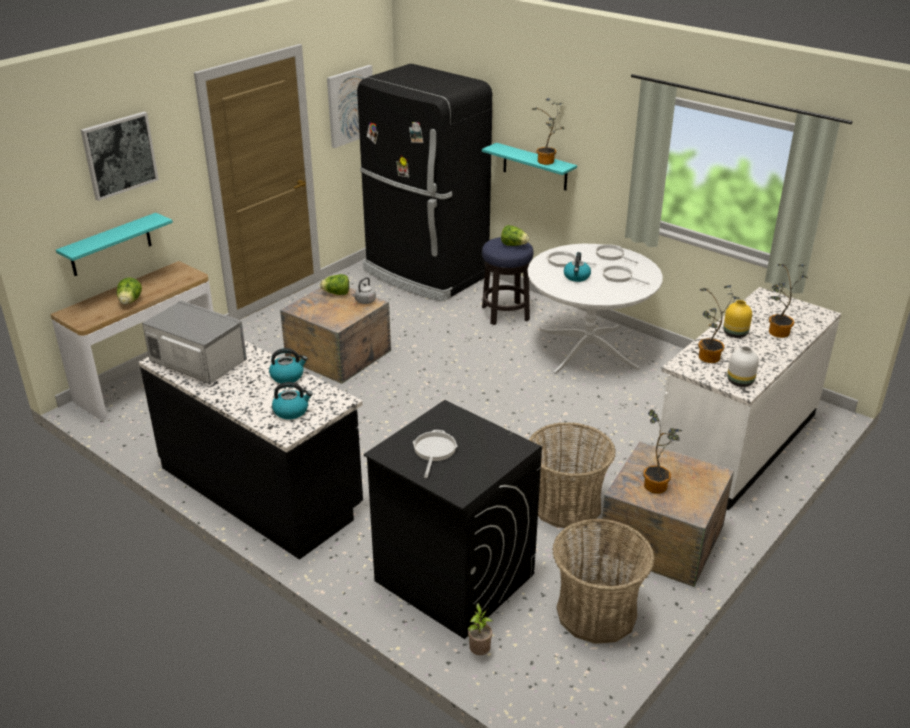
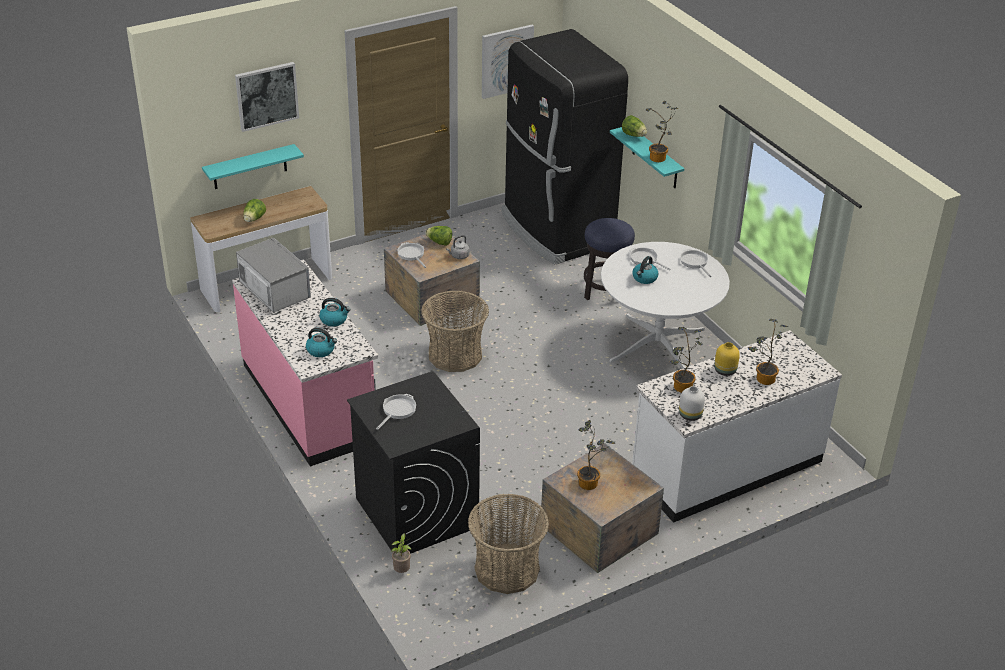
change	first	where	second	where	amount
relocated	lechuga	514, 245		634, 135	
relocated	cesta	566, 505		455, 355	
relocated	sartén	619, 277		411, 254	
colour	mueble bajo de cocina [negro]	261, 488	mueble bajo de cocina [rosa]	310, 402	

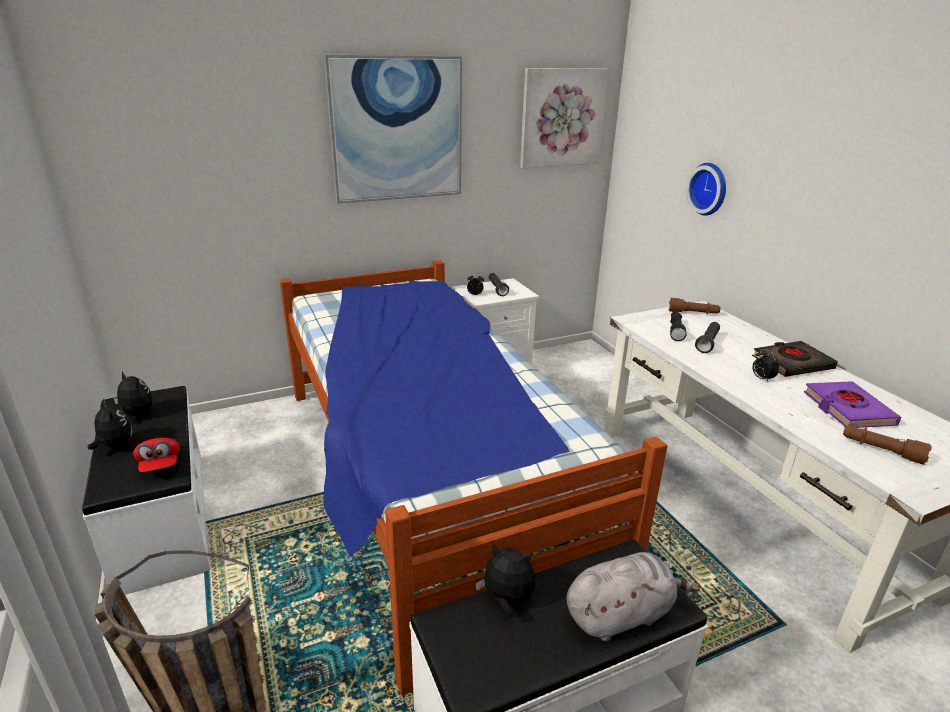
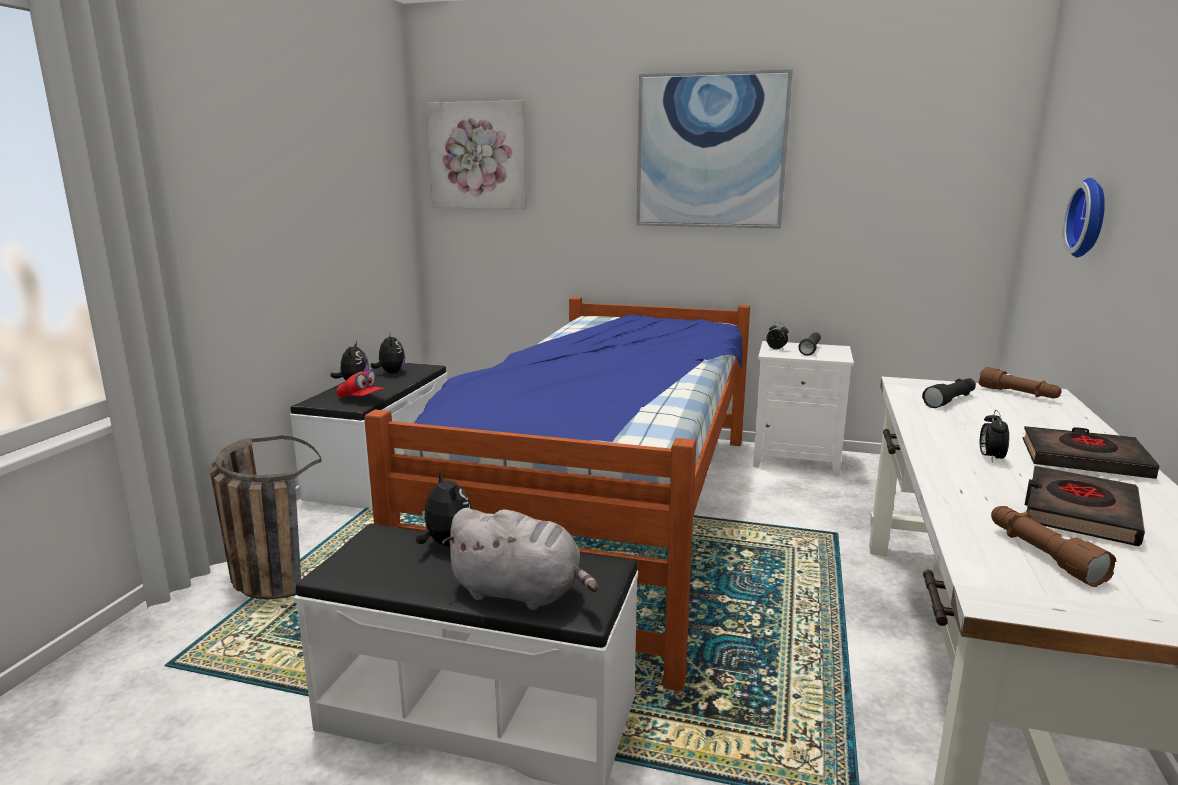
change	first	where	second	where	amount
missing	linterna [negro]	707, 343			
relocated	cuadro	561, 118		478, 156	
colour	libro [morado]	847, 409	libro [negro]	1079, 513	
spun	gorra [rojo]	160, 465		361, 399	75 degrees counterclockwise

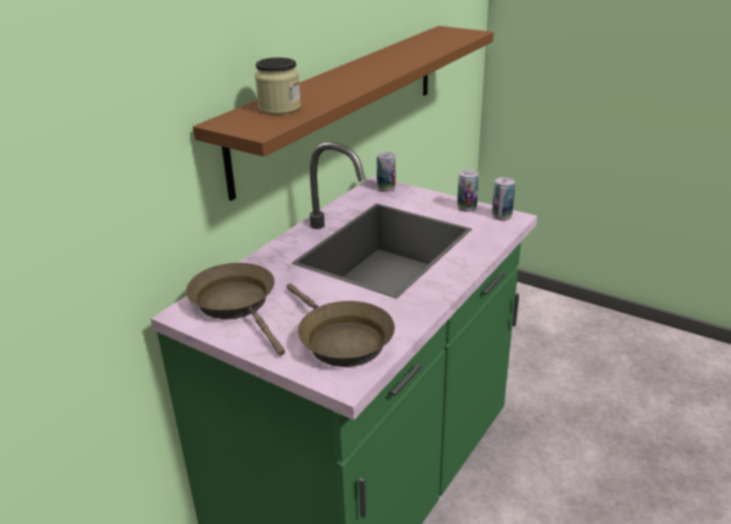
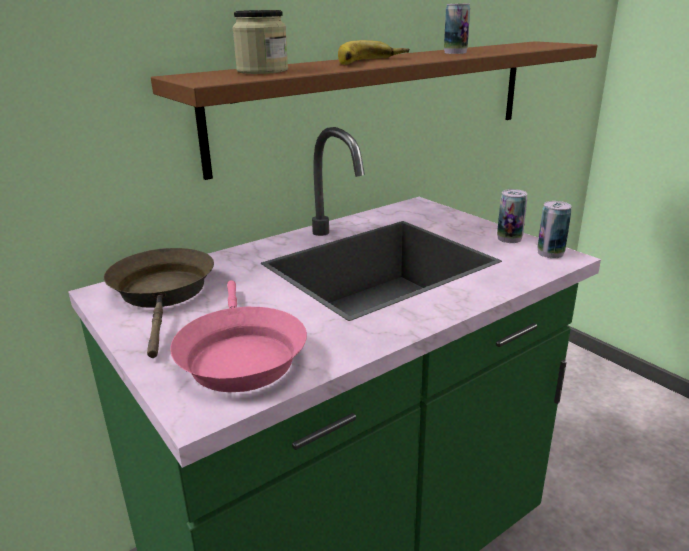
change	first	where	second	where	amount
appeared			plátano	371, 61	
relocated	lata	386, 188		455, 52	
colour	sartén [marrón]	341, 340	sartén [rosa]	239, 355	

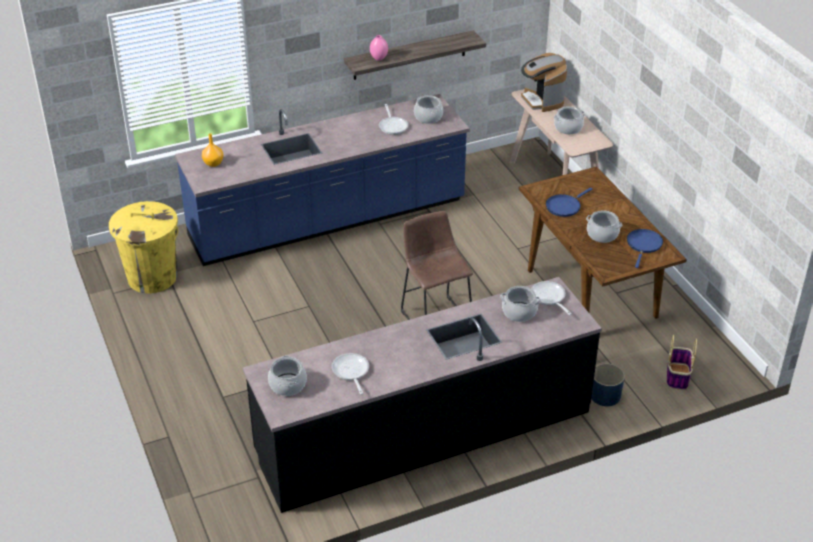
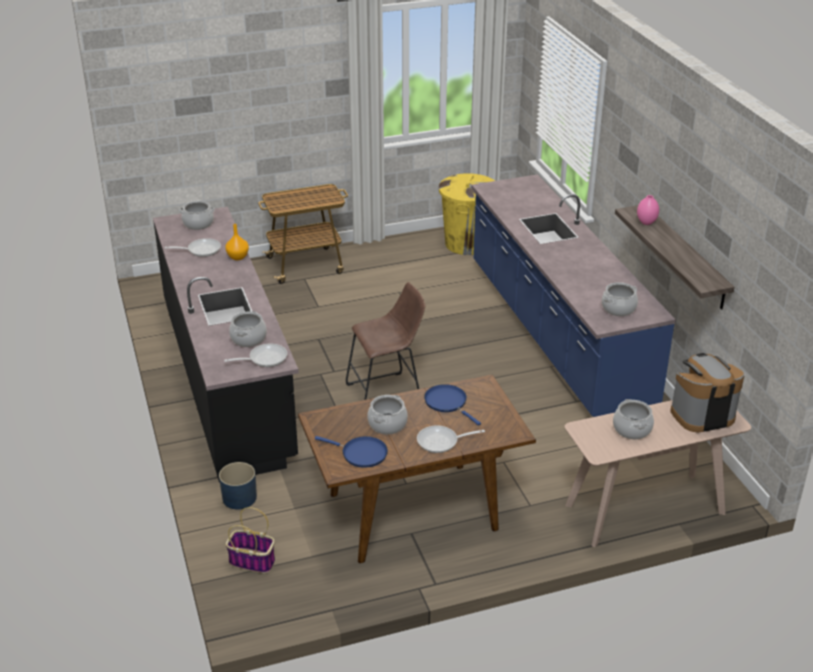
change	first	where	second	where	amount
appeared			carrito	306, 265	
relocated	florero [naranja]	214, 163		237, 257	
relocated	sartén	393, 126		441, 442	

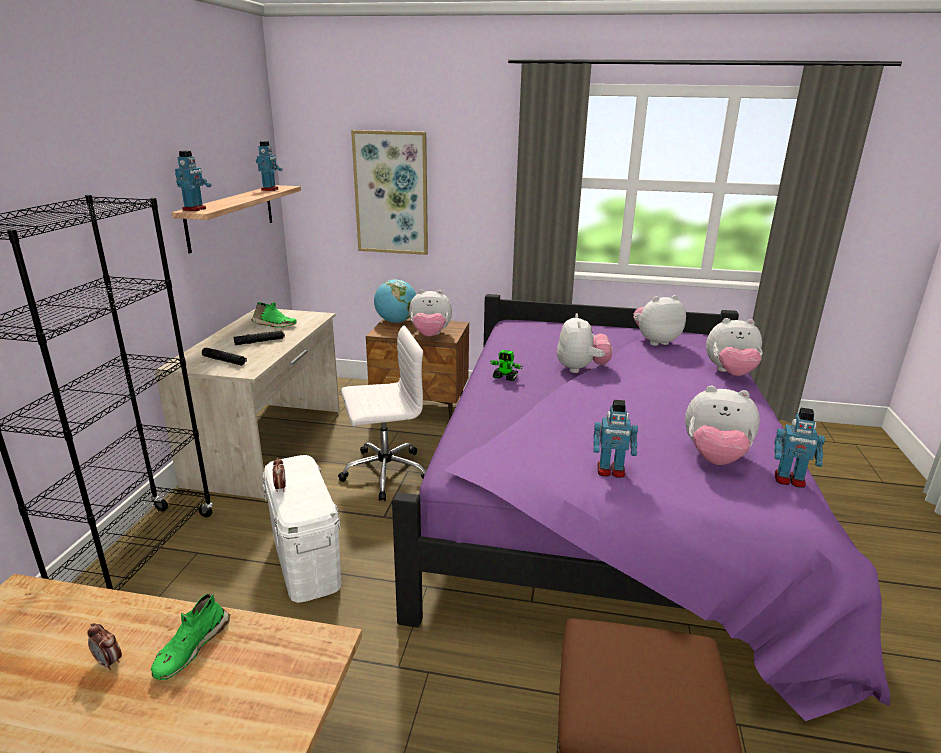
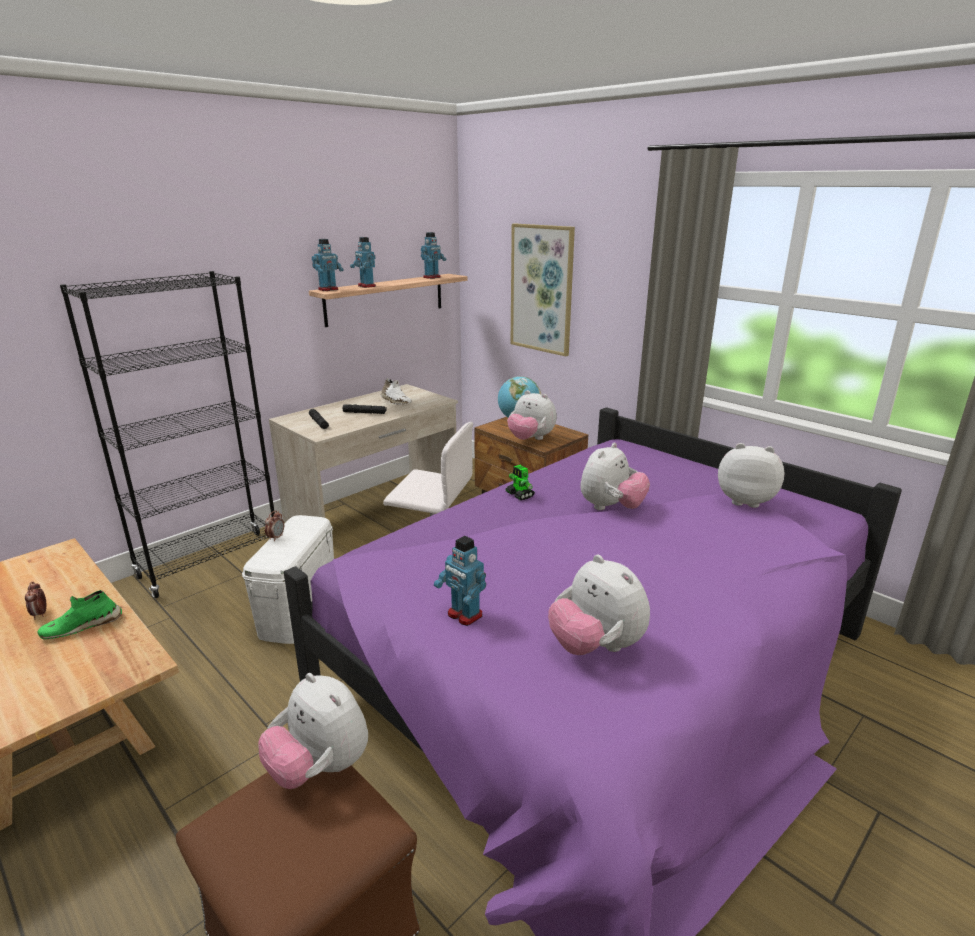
change	first	where	second	where	amount
relocated	peluche	730, 373		320, 768	
relocated	robot de juguete	789, 480		366, 286	
colour	zapato [verde]	274, 325	zapato [blanco]	395, 401	

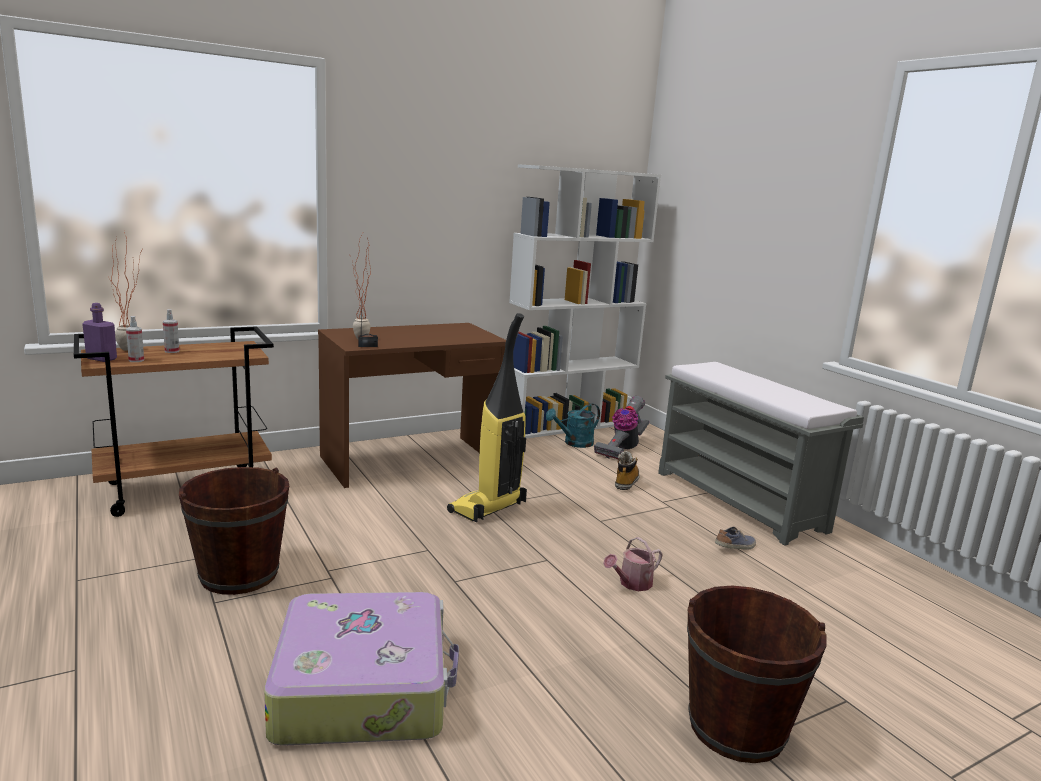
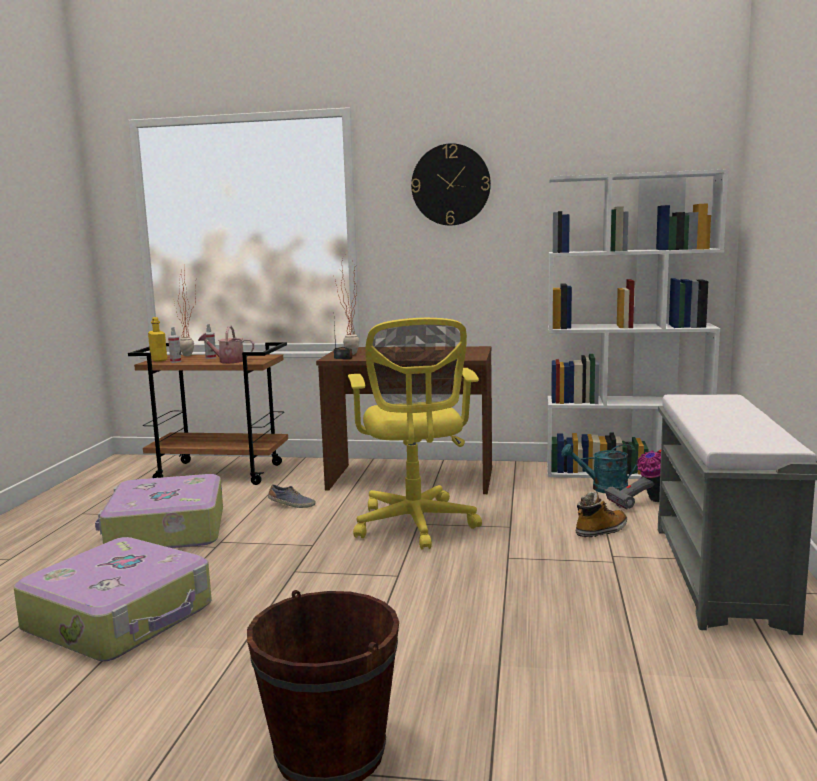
change	first	where	second	where	amount
appeared			reloj de pared	450, 185	
relocated	regadera	632, 583		228, 361	
relocated	zapato	735, 547		291, 505	
exchanged	cubo [marrón]	239, 574	maleta	165, 531	
exchanged	aspiradora	488, 508	silla de oficina [amarillo]	415, 526	
colour	botella [morado]	101, 359	botella [amarillo]	159, 360	

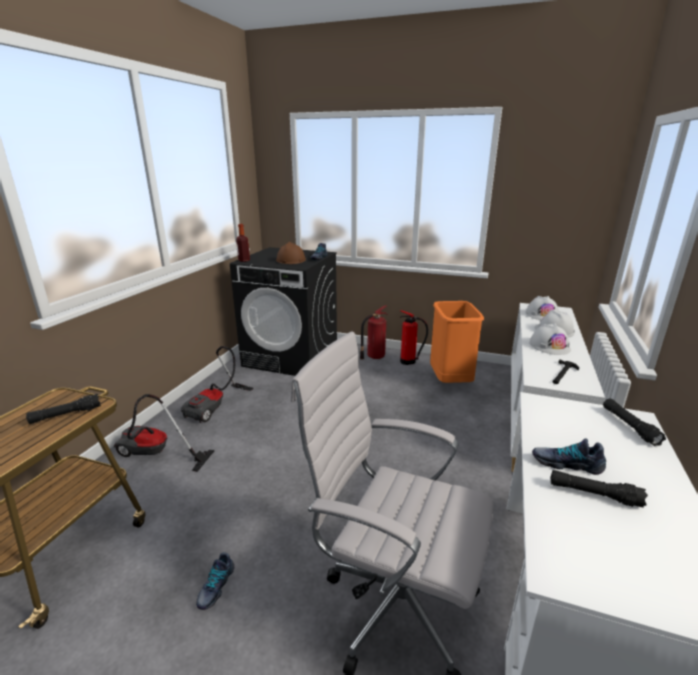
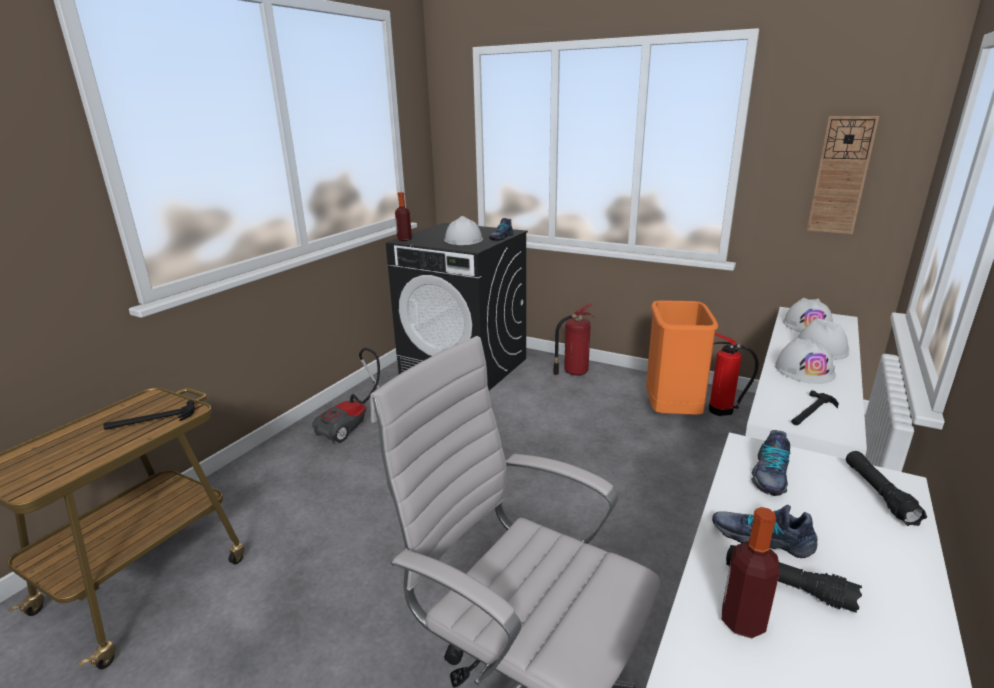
change	first	where	second	where	amount
missing	aspiradora	155, 455			
appeared			botella	742, 621	
appeared			reloj de pared	841, 176	
relocated	zapato	215, 586		769, 475	
relocated	extintor	409, 362		723, 411	
exchanged	linterna [negro]	66, 415	martillo	151, 420	
colour	casco [marrón]	290, 260	casco [blanco]	463, 240	

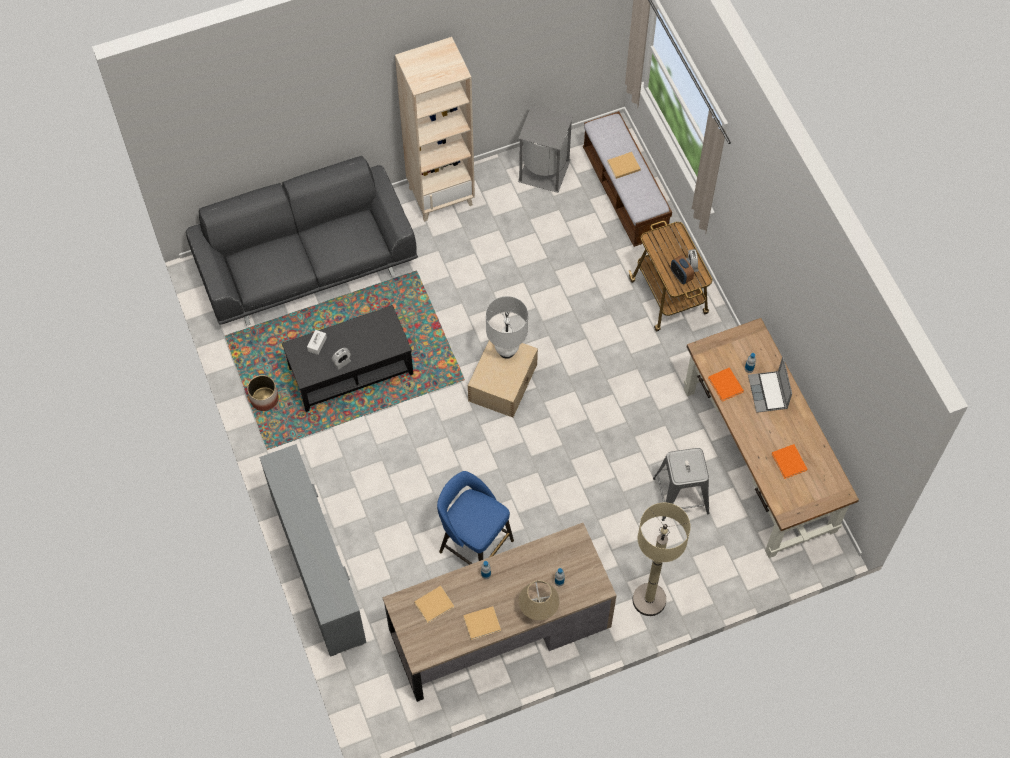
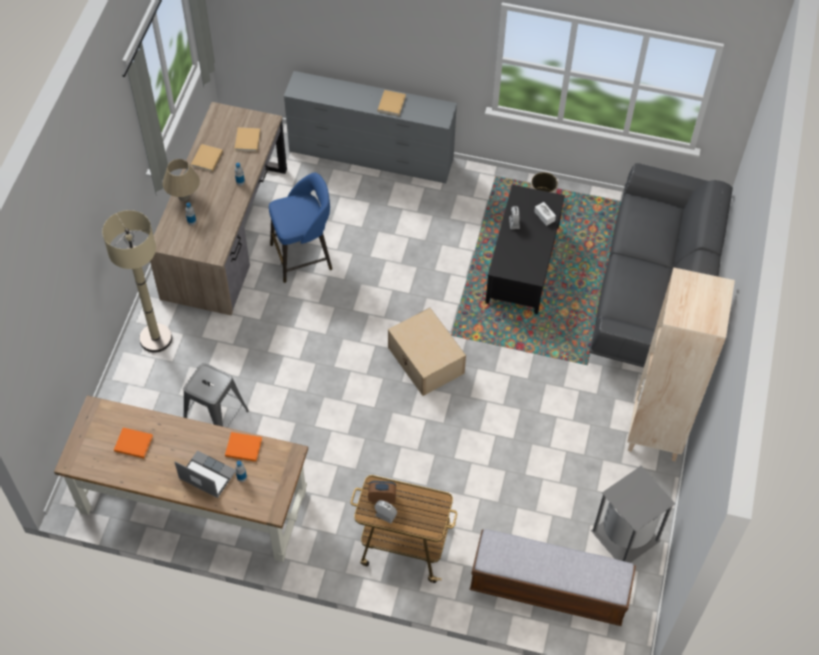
change	first	where	second	where	amount
missing	lámpara de mesa [blanco]	507, 351			
relocated	libro [beis]	622, 166		392, 103	

